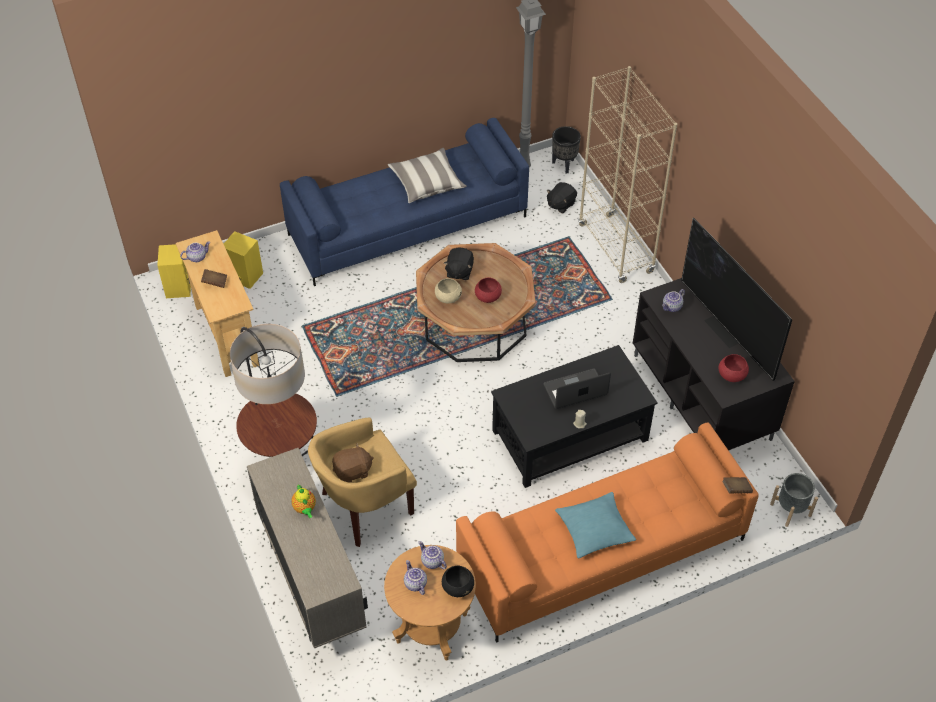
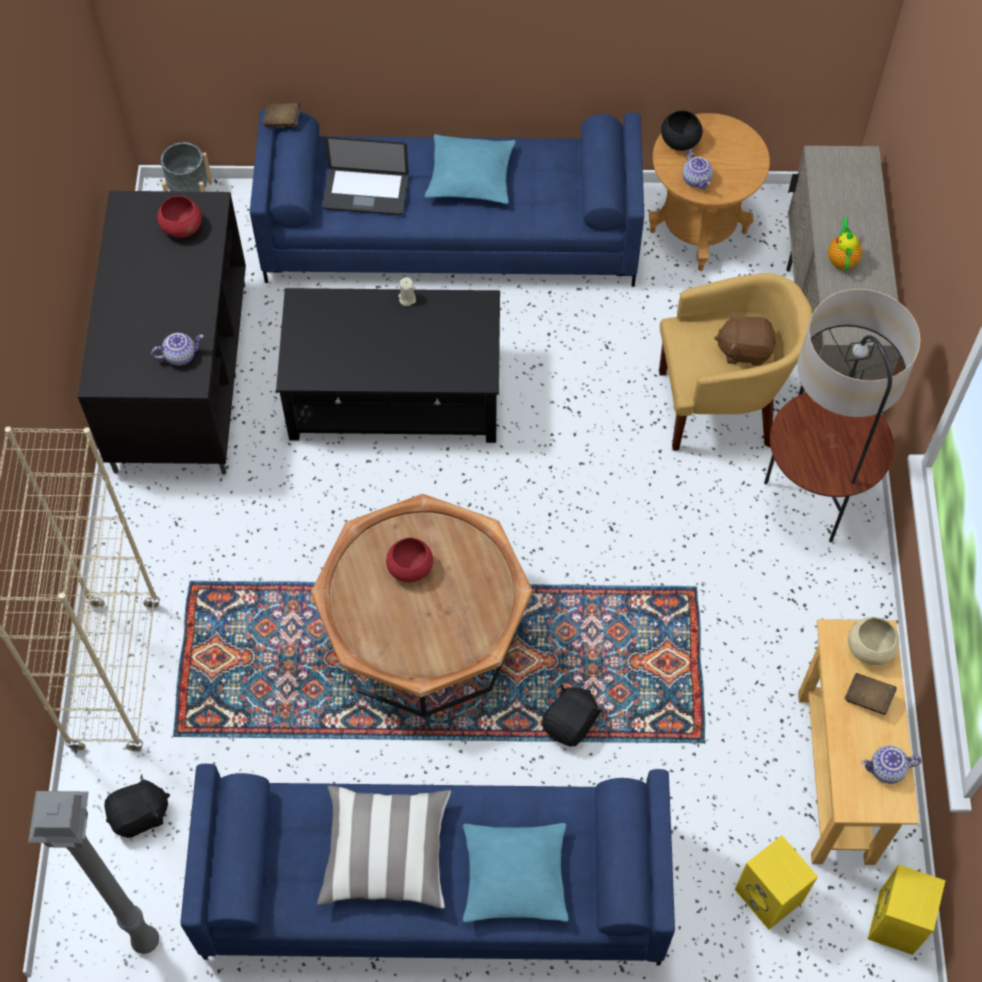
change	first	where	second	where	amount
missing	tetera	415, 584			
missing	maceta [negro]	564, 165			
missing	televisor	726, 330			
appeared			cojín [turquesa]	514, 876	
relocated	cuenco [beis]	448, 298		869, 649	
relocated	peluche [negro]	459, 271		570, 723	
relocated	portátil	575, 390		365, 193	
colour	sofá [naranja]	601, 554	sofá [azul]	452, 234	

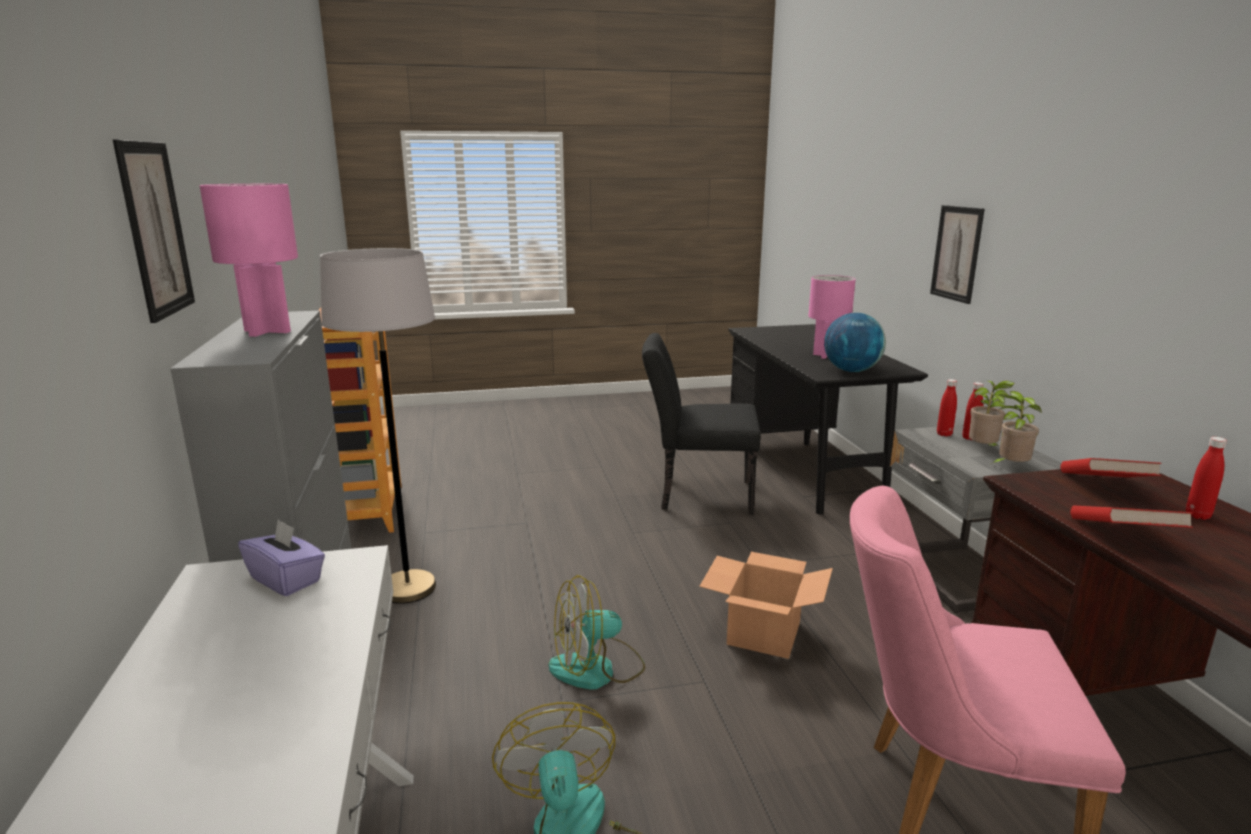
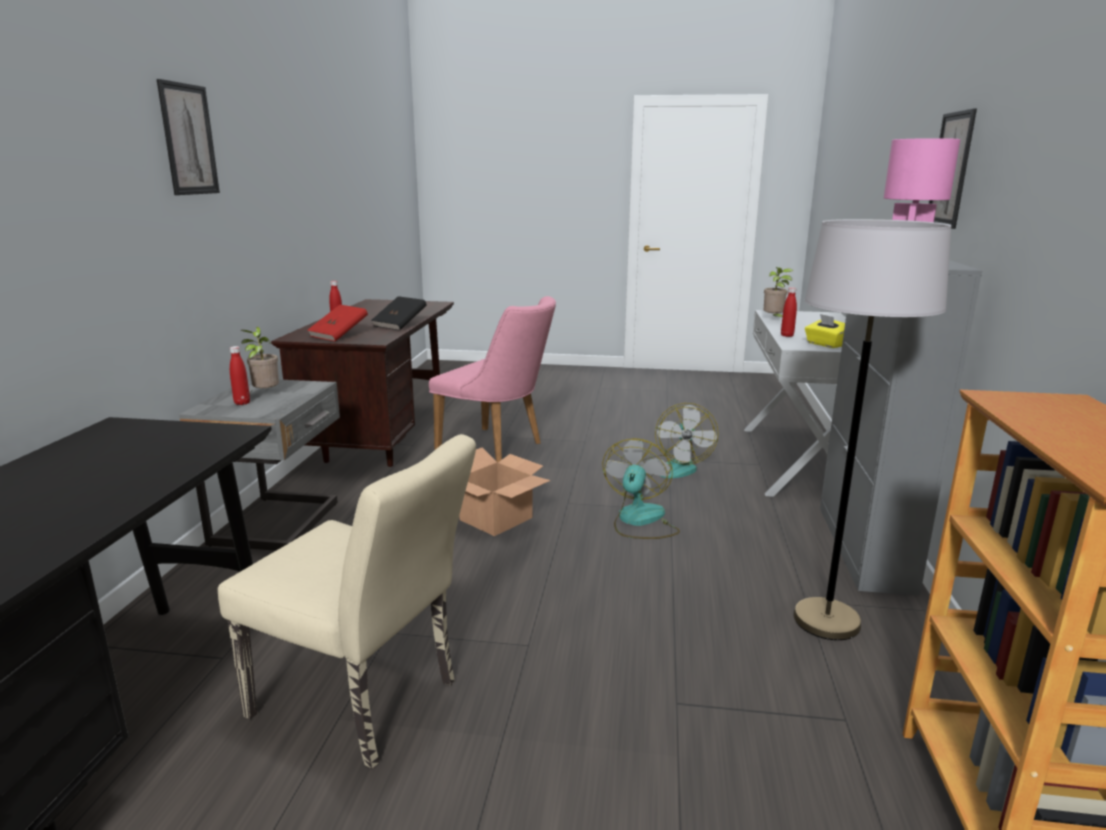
change	first	where	second	where	amount
missing	lámpara de mesa [rosa]	825, 355			
missing	globo terráqueo	851, 371			
relocated	cuadro	956, 253		188, 139	
relocated	botella [rojo]	944, 434		787, 335	
relocated	planta en maceta	1010, 467		774, 319	
colour	caja de pañuelos [morado]	287, 579	caja de pañuelos [amarillo]	825, 344	
colour	silla [negro]	697, 494	silla [beis]	366, 703	
colour	libro [rojo]	1122, 538	libro [negro]	400, 325	
spun	ventilador	597, 669		639, 521	75 degrees counterclockwise

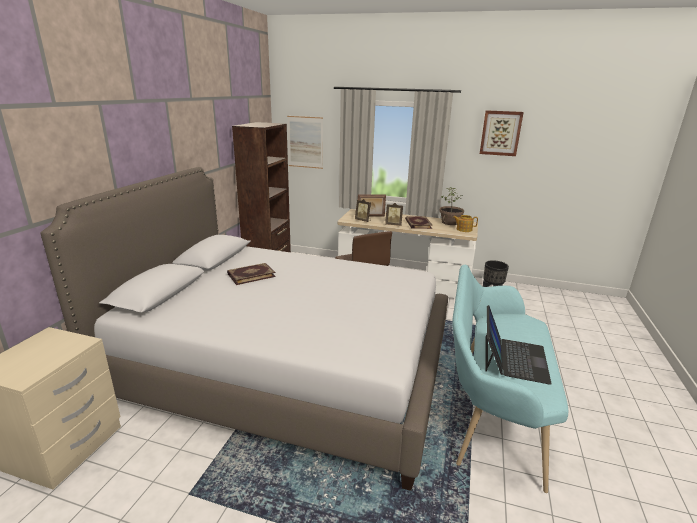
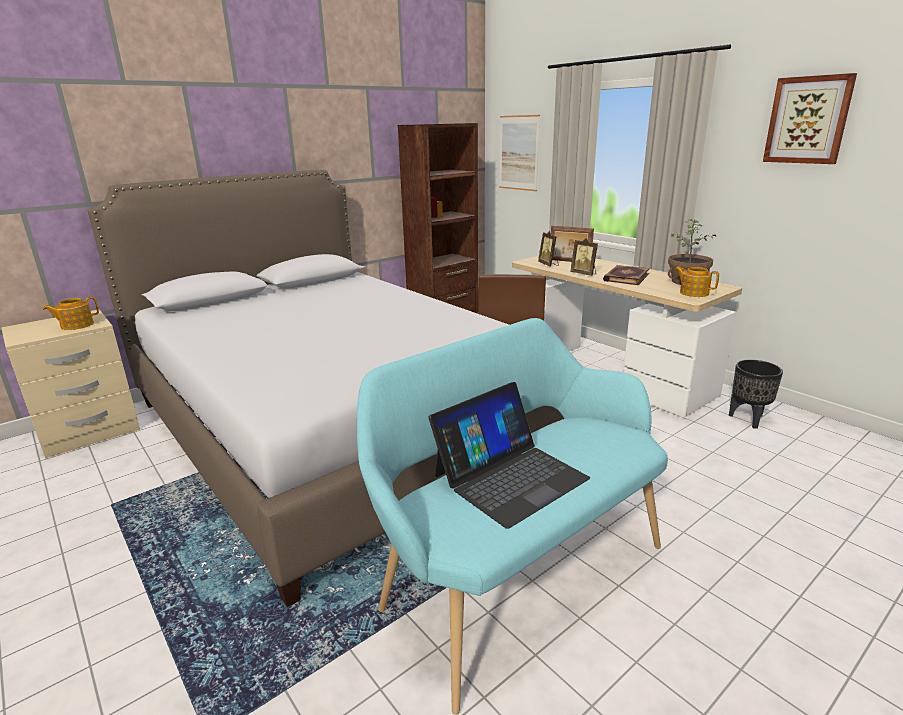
change	first	where	second	where	amount
missing	libro	251, 275			
appeared			tetera	76, 325	

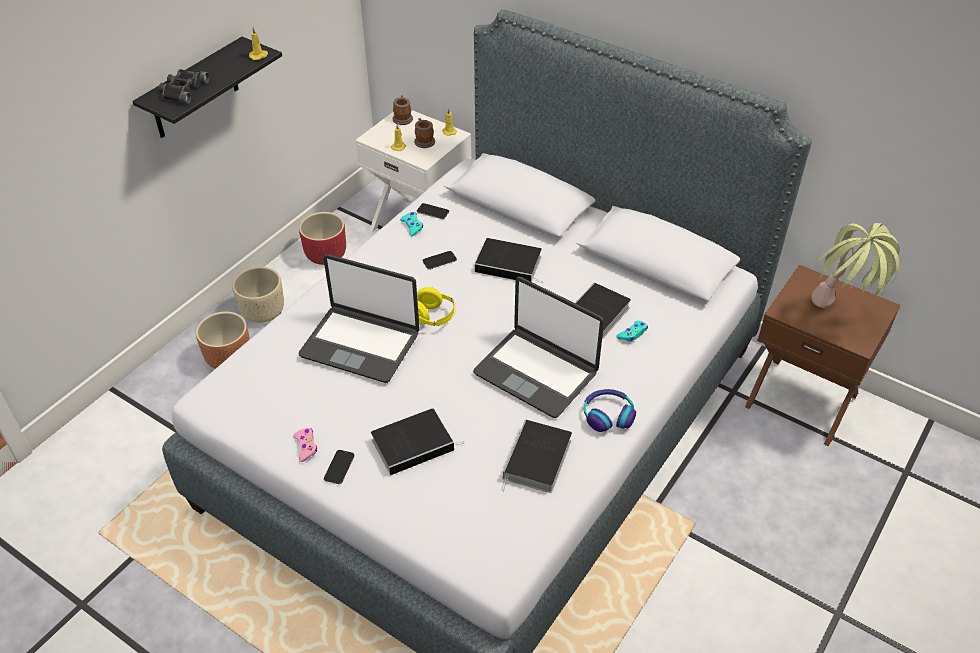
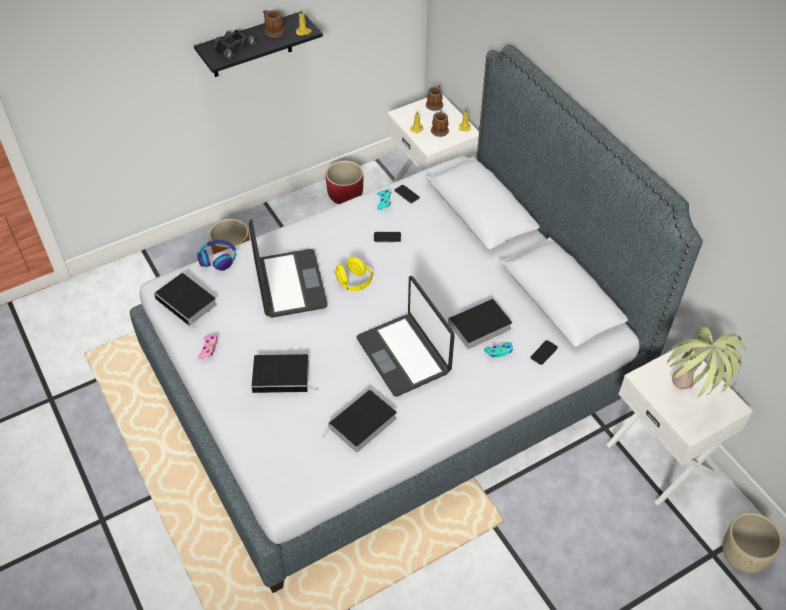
change	first	where	second	where	amount
appeared			taza grande	273, 31	
relocated	maceta [beis]	263, 312		743, 554	
relocated	móvil	339, 467		544, 353	
relocated	libro	510, 264		188, 302	
relocated	auriculares	608, 415		218, 258	
colour	mesita de noche [marrón]	802, 399	mesita de noche [blanco]	661, 457	
spun	portátil	360, 344		289, 284	150 degrees counterclockwise

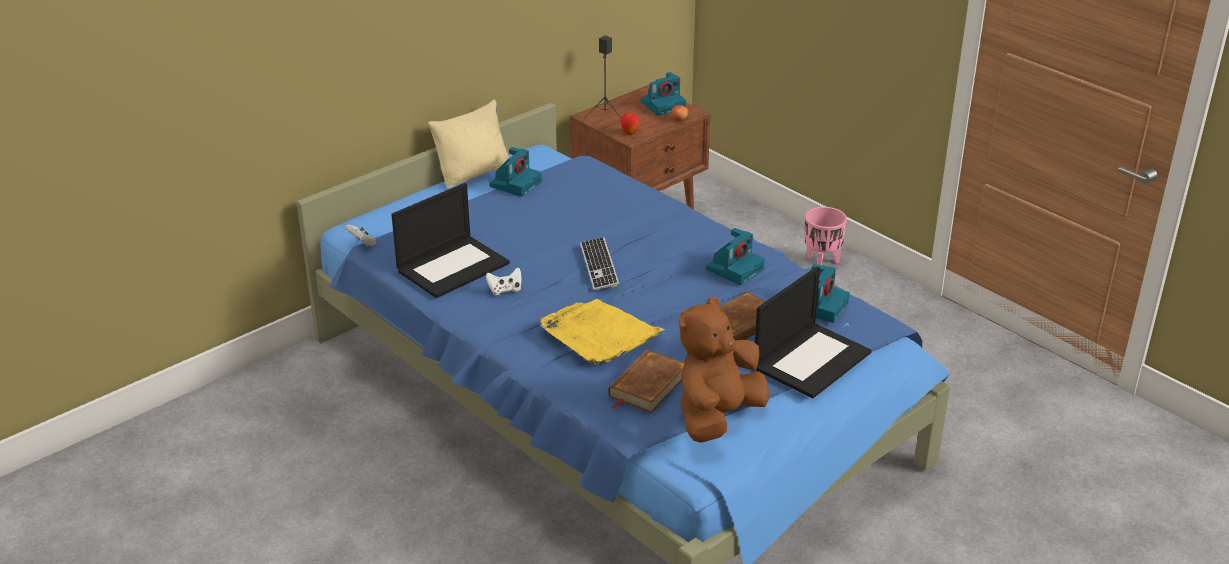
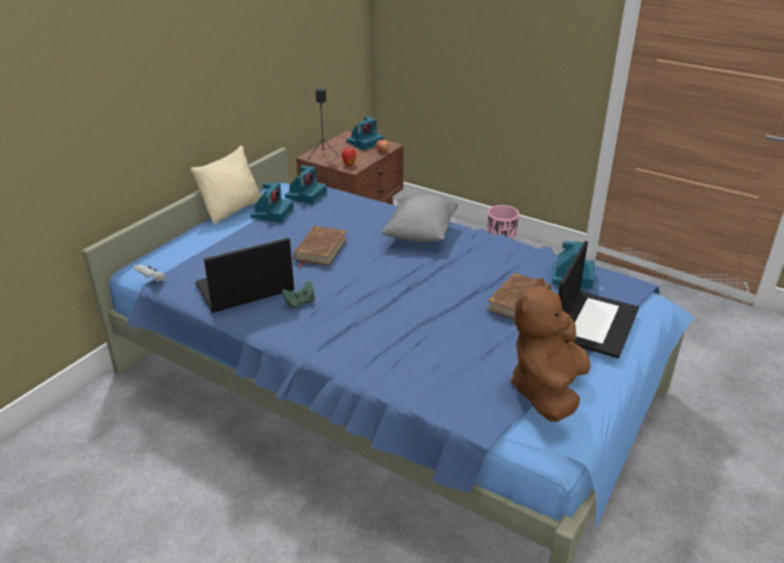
change	first	where	second	where	amount
missing	bandeja [amarillo]	599, 335			
missing	teclado	599, 265			
appeared			cojín [gris]	420, 234	
relocated	libro [marrón]	647, 385		320, 249	
relocated	cámara	735, 268		306, 194	
colour	mando de consola [blanco]	505, 290	mando de consola [verde]	300, 303	
spun	portátil	453, 266		244, 288	150 degrees counterclockwise

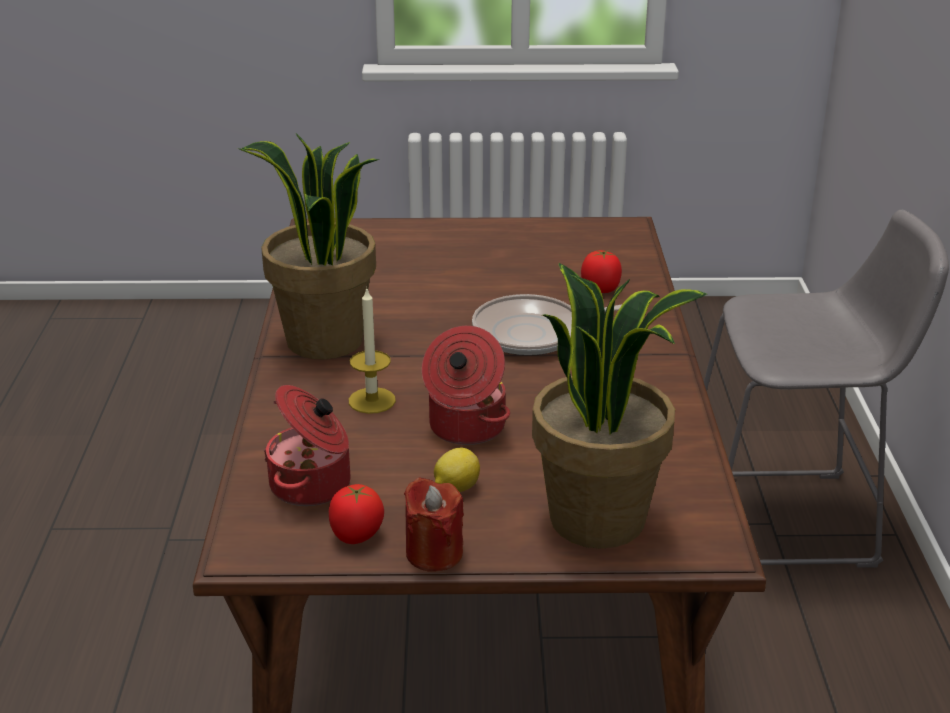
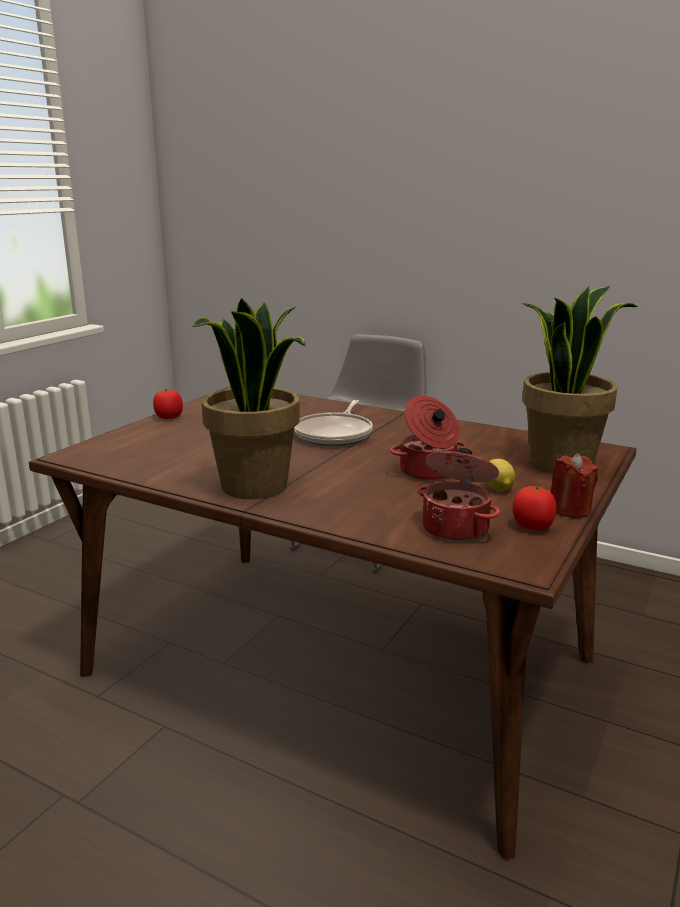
change	first	where	second	where	amount
missing	vela	372, 400			
relocated	tomate	601, 289		169, 417	

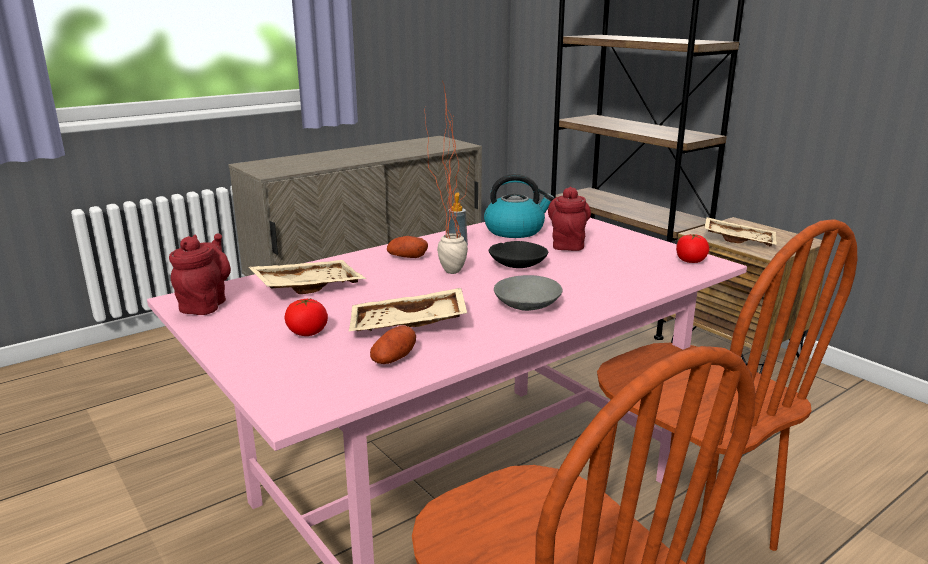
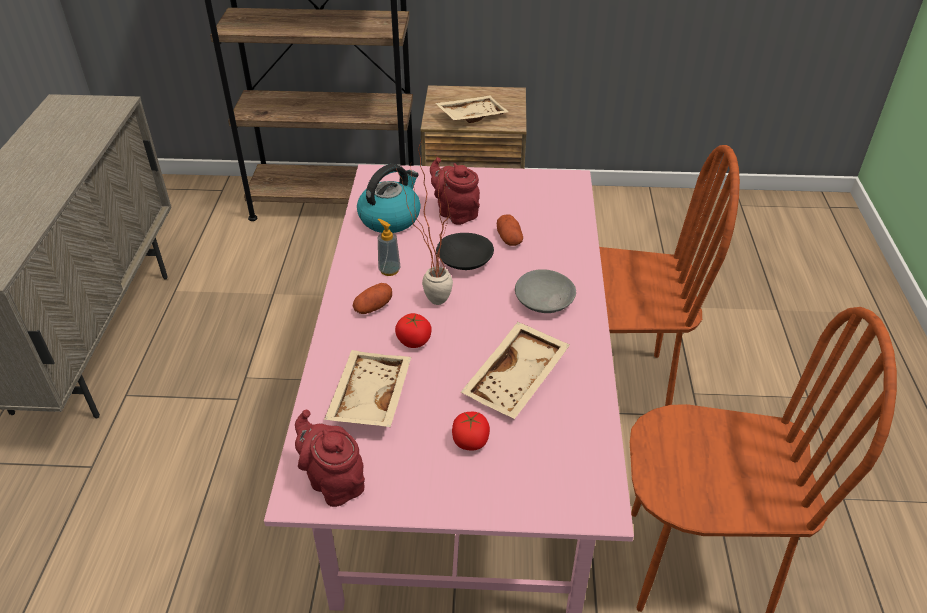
change	first	where	second	where	amount
relocated	patata	394, 358		509, 238	
relocated	tomate	690, 261		414, 341	

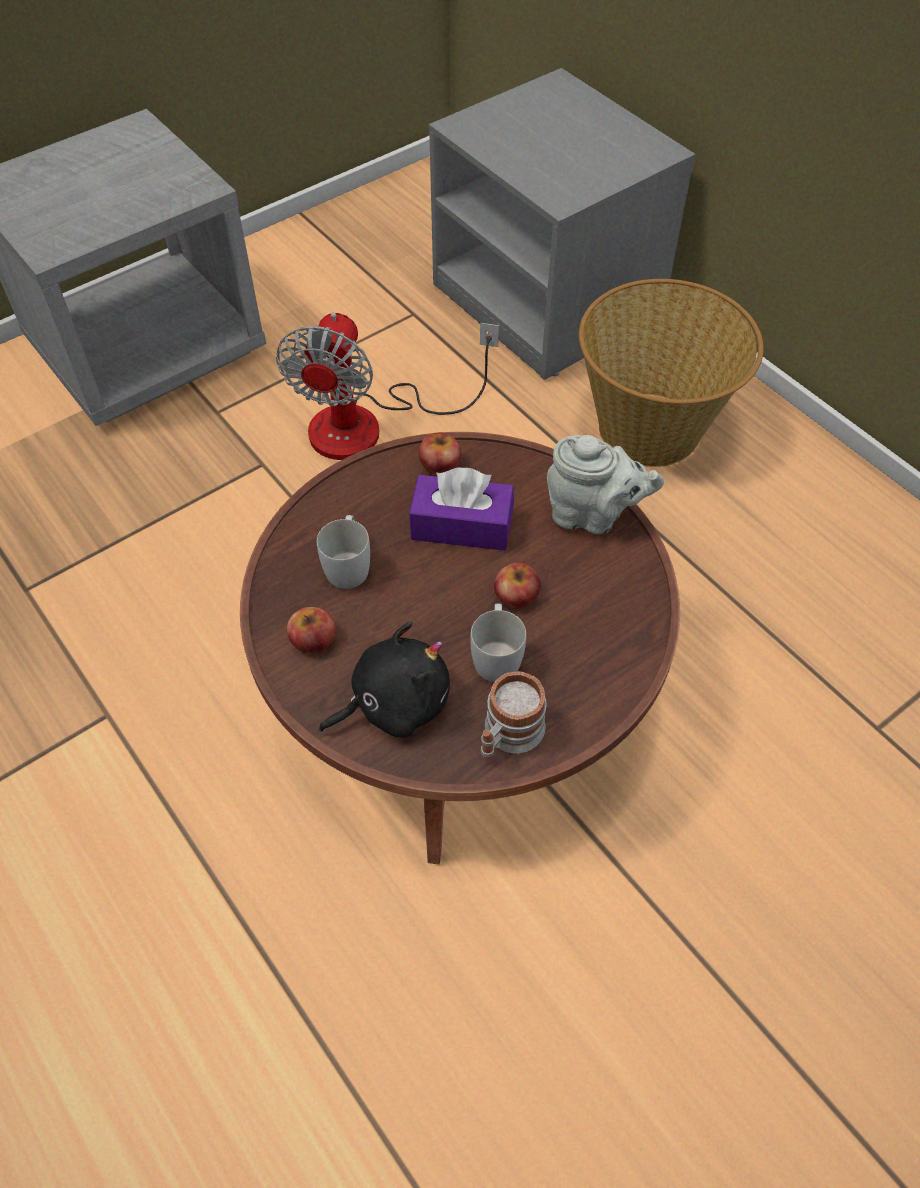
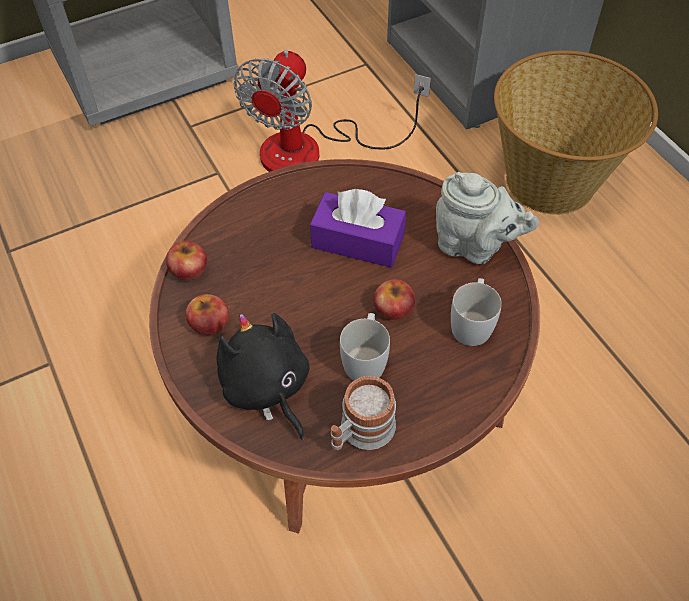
change	first	where	second	where	amount
relocated	taza grande [blanco]	348, 564		472, 322	
relocated	manzana	440, 463		189, 269	
spun	peluche [negro]	394, 703		267, 388	105 degrees counterclockwise

